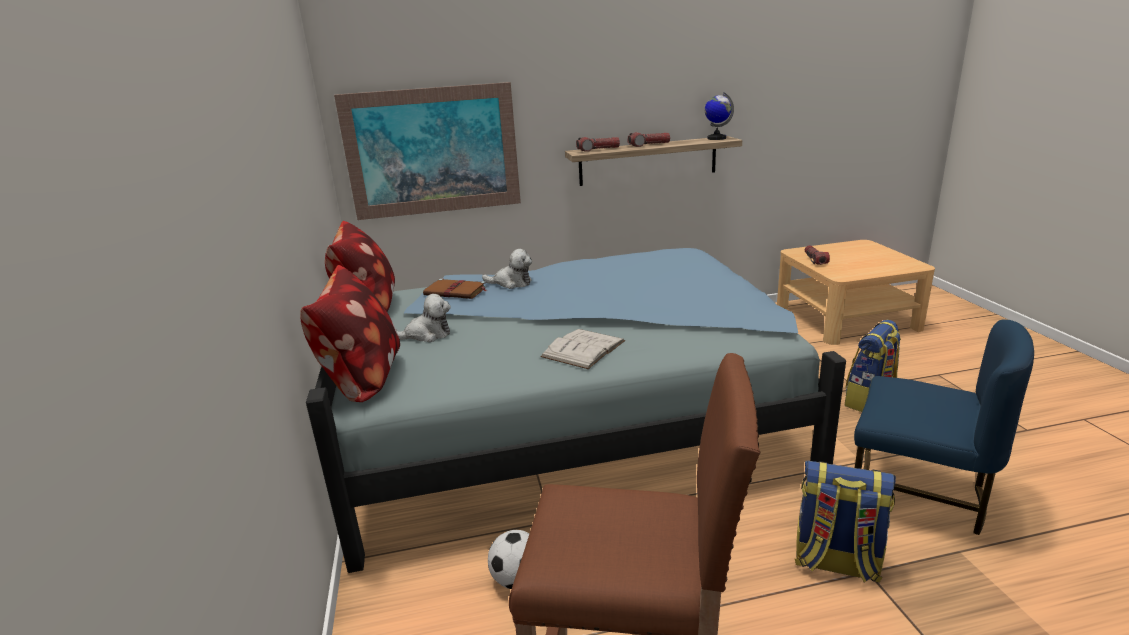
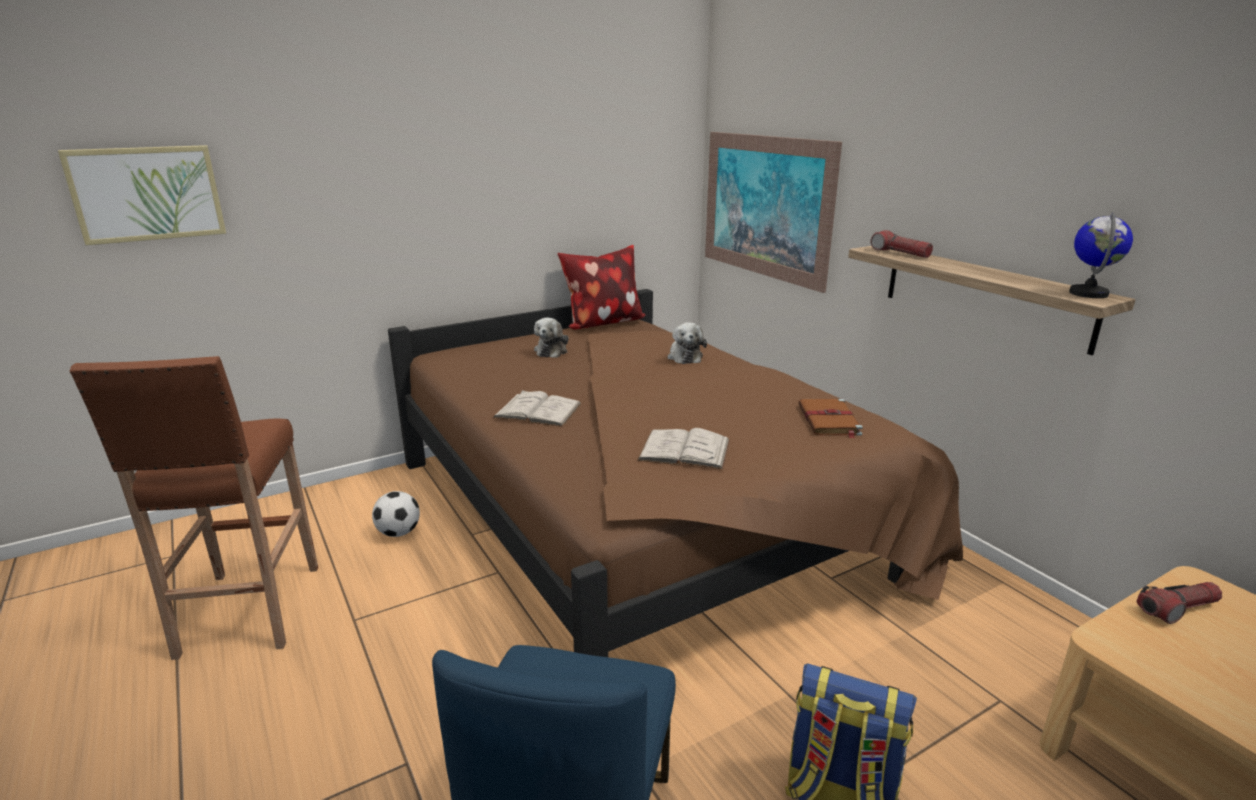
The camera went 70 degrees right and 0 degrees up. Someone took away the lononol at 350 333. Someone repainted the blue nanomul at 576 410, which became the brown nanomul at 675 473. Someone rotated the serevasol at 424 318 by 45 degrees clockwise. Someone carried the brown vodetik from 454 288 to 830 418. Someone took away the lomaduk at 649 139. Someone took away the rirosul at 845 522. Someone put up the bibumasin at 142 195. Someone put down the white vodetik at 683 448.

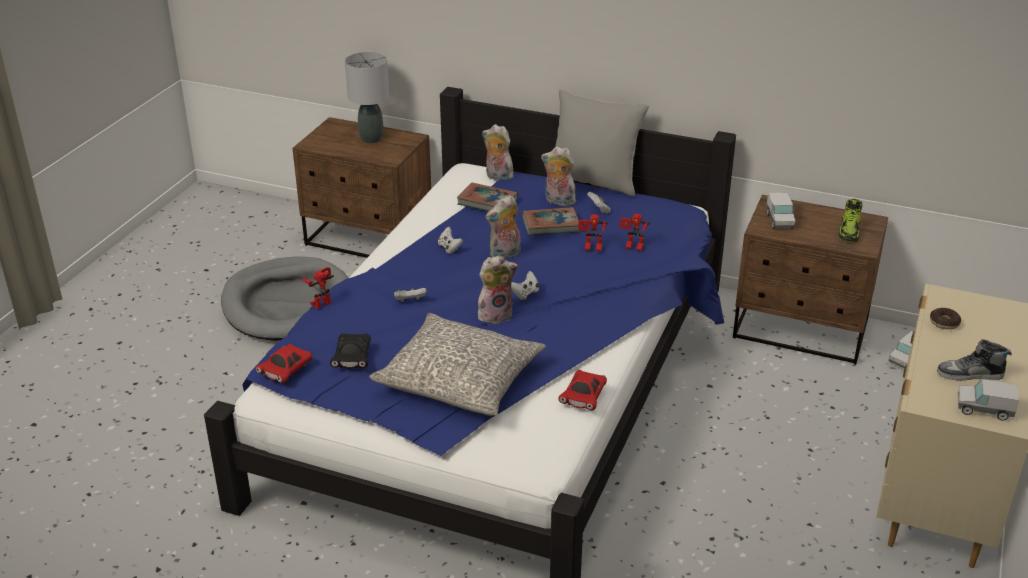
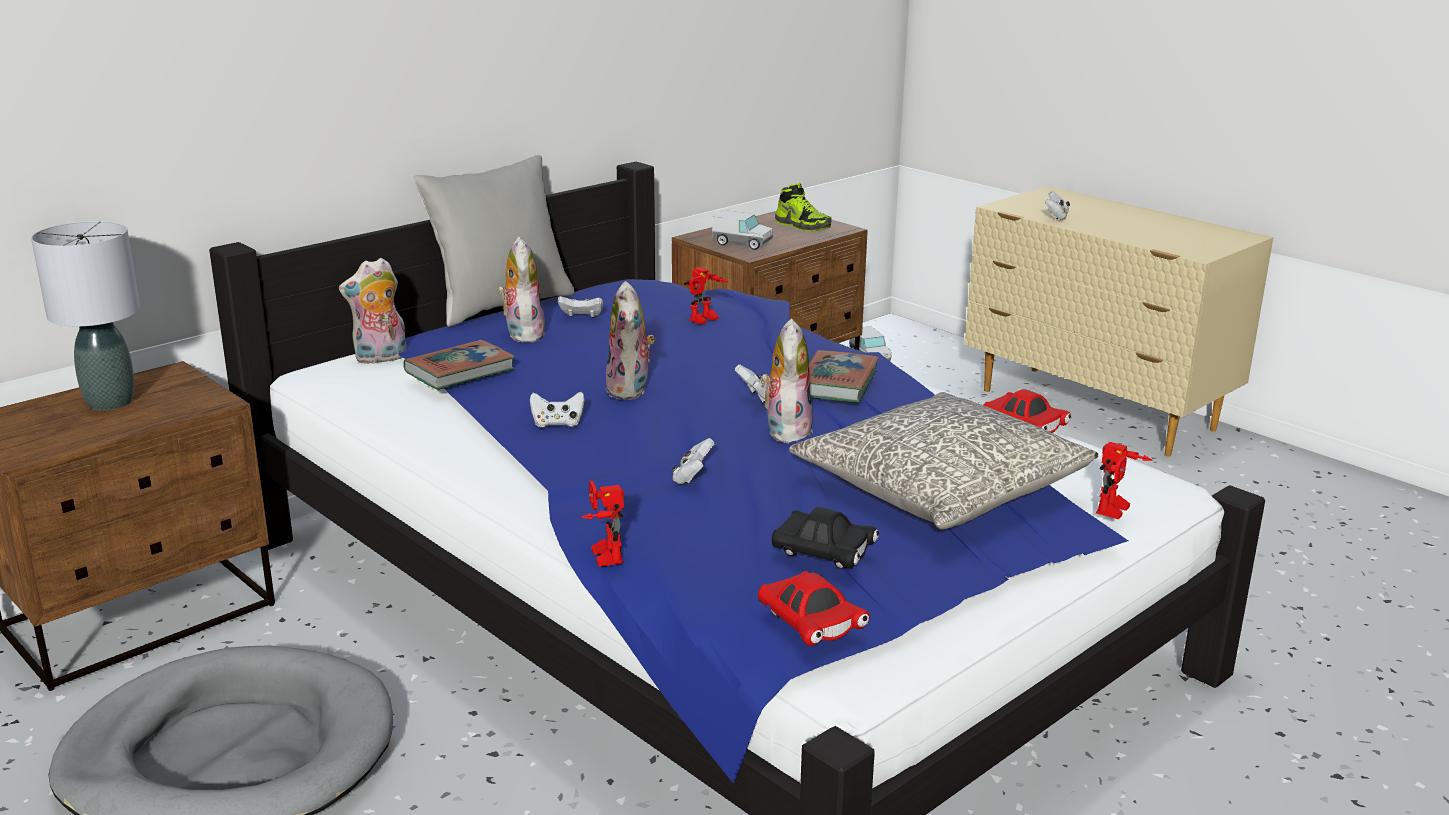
The camera went 65 degrees left and 10 degrees down. Someone carried the vodetik from 551 221 to 844 376. Someone rotated the serevasol at 558 176 by 120 degrees clockwise. Someone carried the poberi from 593 232 to 1124 481. Someone swapped the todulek at 945 318 for the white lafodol at 1057 205. Someone took away the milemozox at 974 360. Someone took away the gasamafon at 988 400.

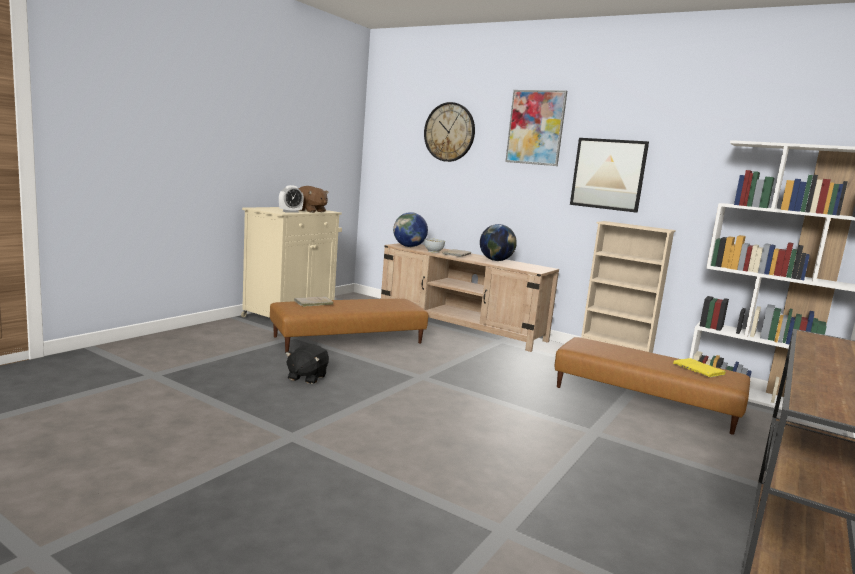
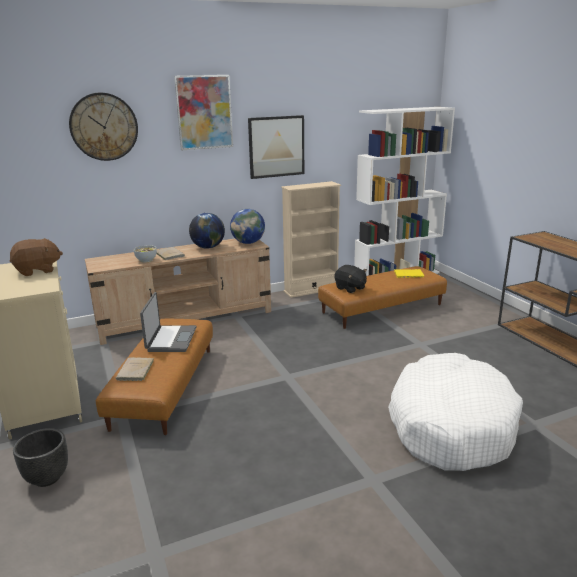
The camera went 55 degrees left and 10 degrees up. Someone took away the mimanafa at 291 199. Someone carried the black serevasol from 307 364 to 351 279. Someone carried the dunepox from 410 229 to 247 226. Someone put down the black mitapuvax at 40 457. Someone put down the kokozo at 168 322. Someone put down the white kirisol at 455 412.

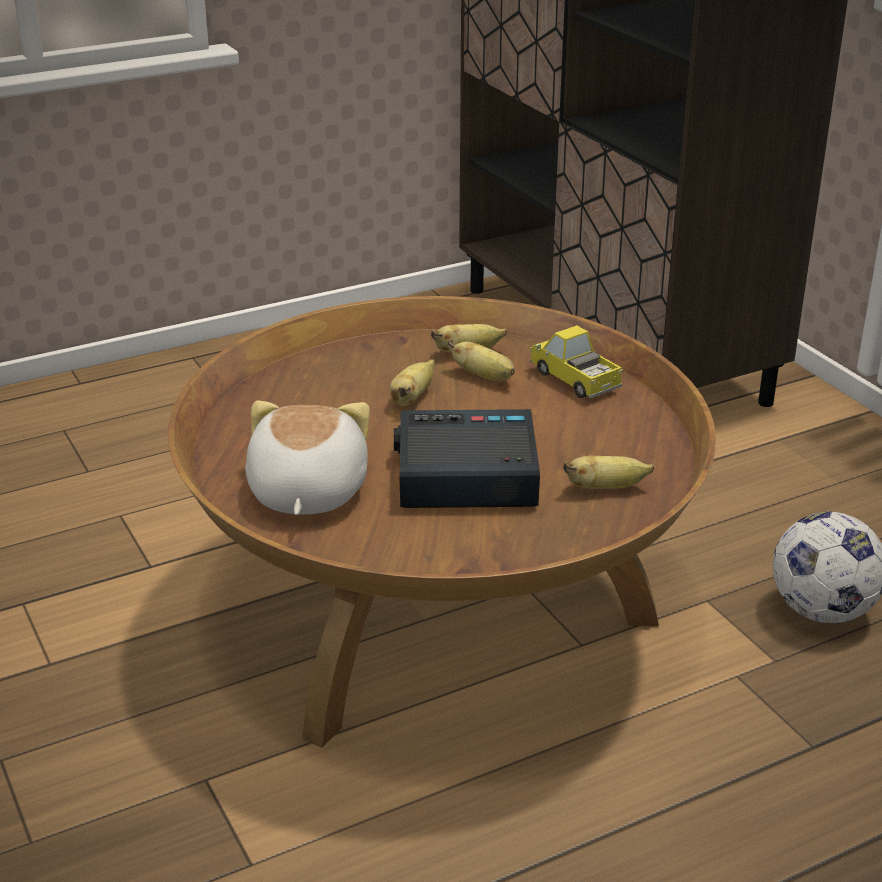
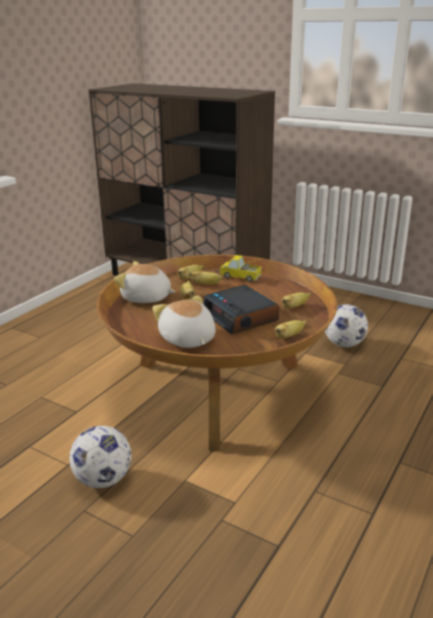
The camera went 30 degrees left and 5 degrees down. Someone rotated the mimanafa at 467 458 by 90 degrees counterclockwise. Someone put down the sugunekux at 100 457. Someone put down the serevasol at 144 282. Someone put down the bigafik at 291 329.

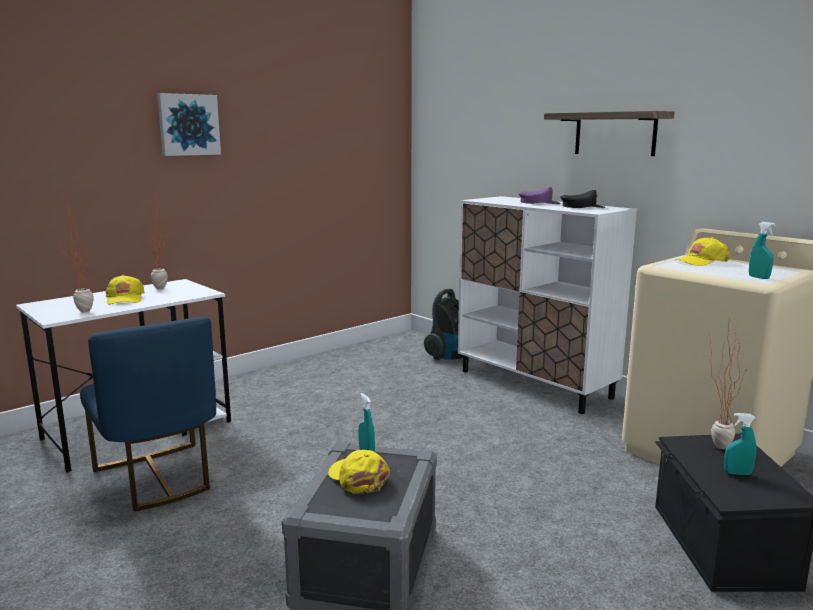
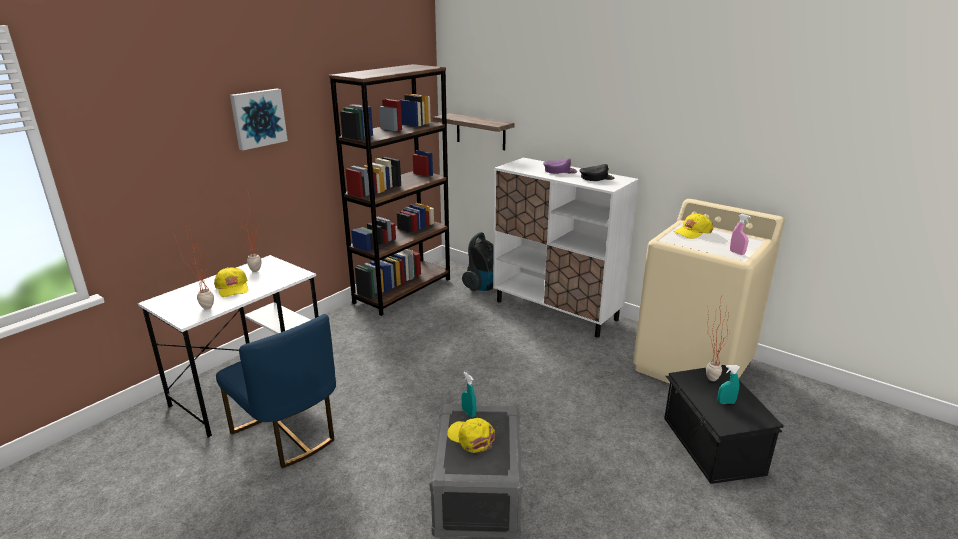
The camera went 10 degrees left and 10 degrees up. Someone carried the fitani from 609 133 to 474 131. Someone repainted the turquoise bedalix at 762 250, which became the pink bedalix at 740 234. Someone put down the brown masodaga at 389 190.

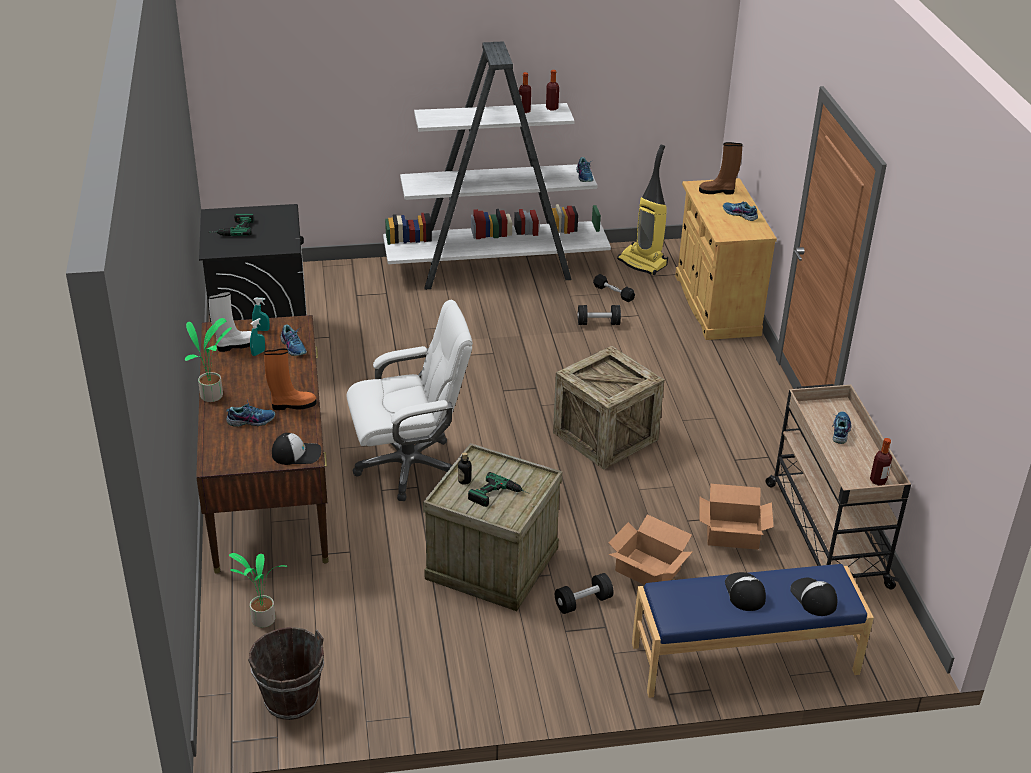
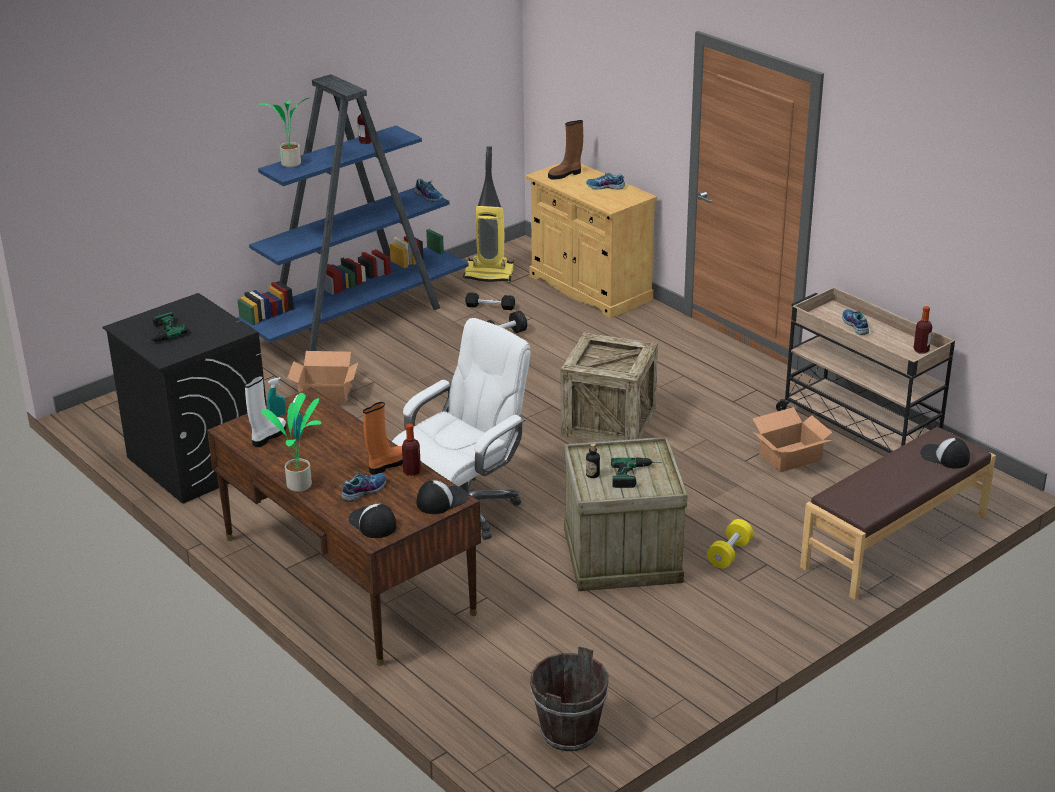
The camera went 30 degrees left and 5 degrees down. Someone carried the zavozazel from 258 590 to 284 132. Someone took away the milemozox at 293 340. Someone repainted the white masodaga at 497 165, which became the blue masodaga at 353 212. Someone carried the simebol from 552 90 to 411 450. Someone repainted the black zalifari at 584 593, which became the yellow zalifari at 730 543. Someone carried the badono from 650 549 to 323 377. Someone repainted the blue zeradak at 753 631, which became the brown zeradak at 898 513. Someone carried the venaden from 745 591 to 372 521.

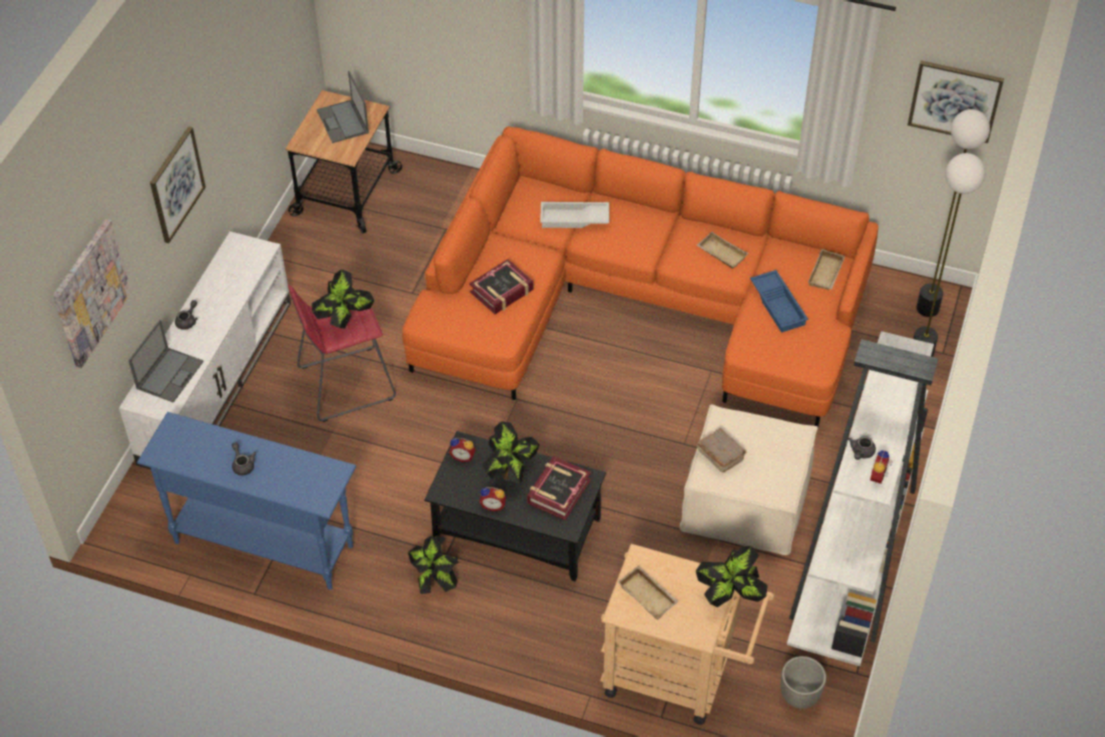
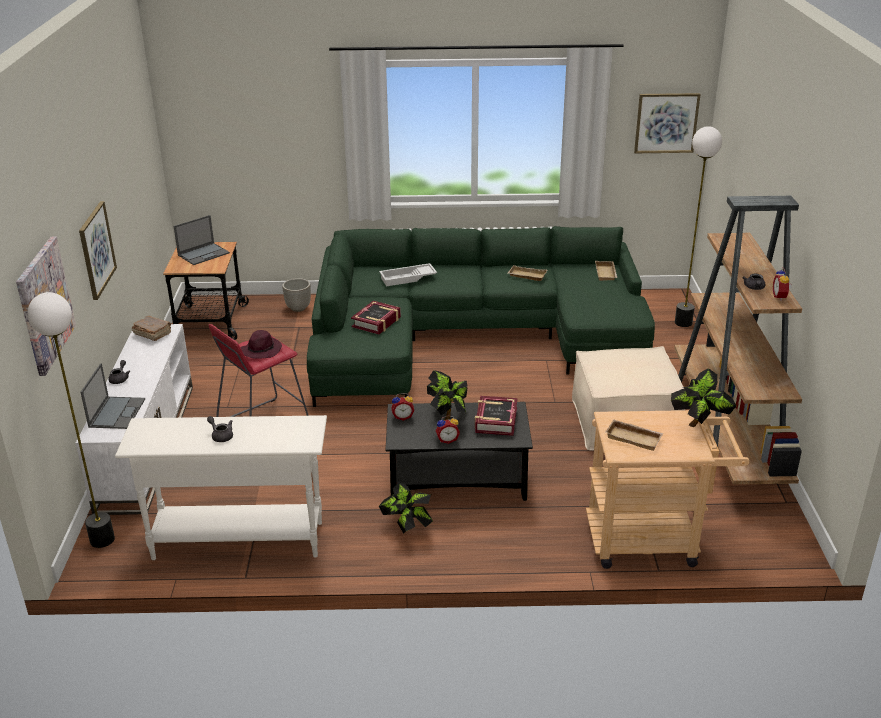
The camera went 20 degrees left and 20 degrees down. Someone repainted the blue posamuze at 246 501, which became the white posamuze at 221 487. Someone swapped the zavozazel at 343 299 for the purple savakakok at 261 344. Someone rotated the kokozo at 343 107 by 90 degrees counterclockwise. Someone repainted the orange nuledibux at 640 276, which became the green nuledibux at 481 316. Someone carried the brown vodetik from 722 450 to 152 328. Someone took away the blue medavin at 779 301. Someone carried the mitapuvax from 803 682 to 296 295. Someone repainted the white masodaga at 862 498, which became the brown masodaga at 738 340. Someone carried the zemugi from 953 213 to 71 420.

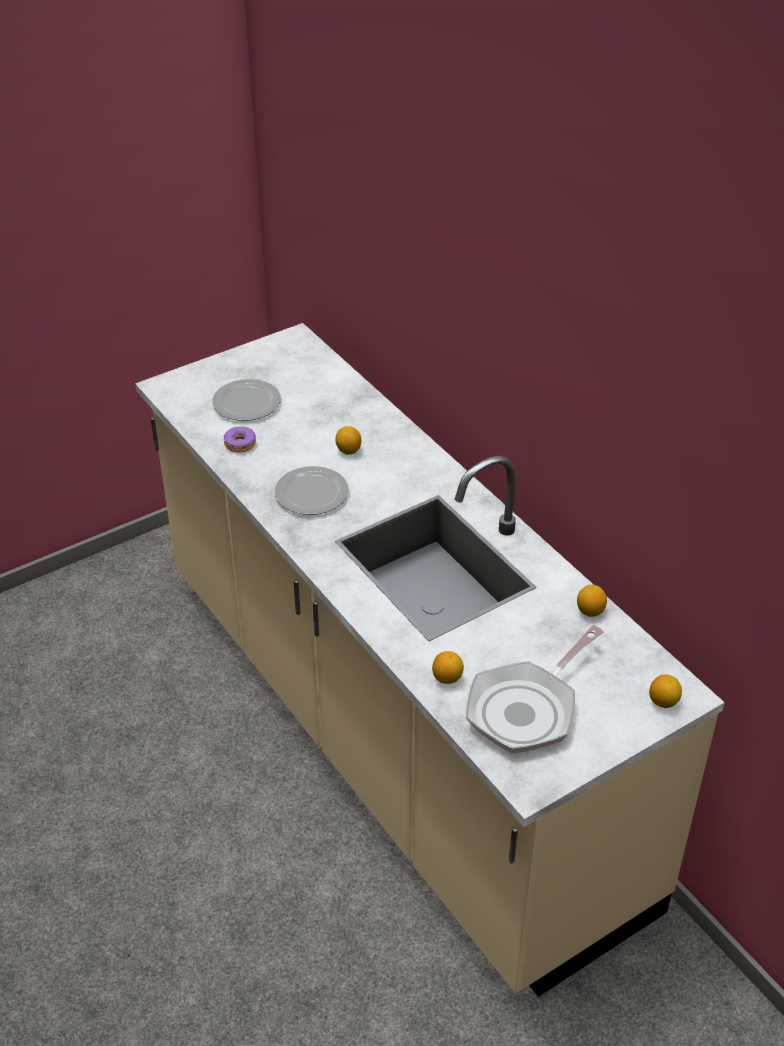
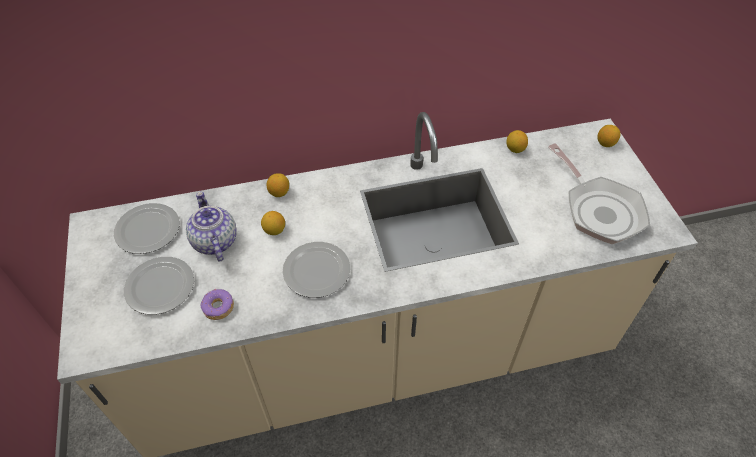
The camera went 70 degrees left and 10 degrees up. Someone carried the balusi from 448 667 to 278 185. Someone put down the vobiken at 146 228. Someone put down the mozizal at 211 226.

